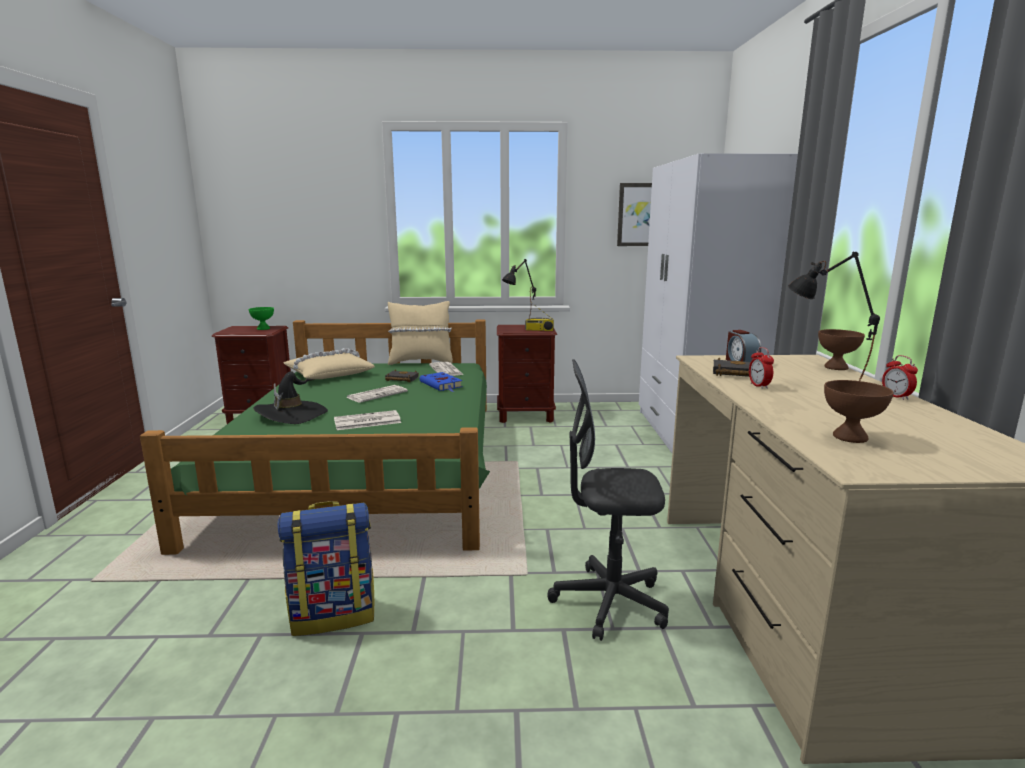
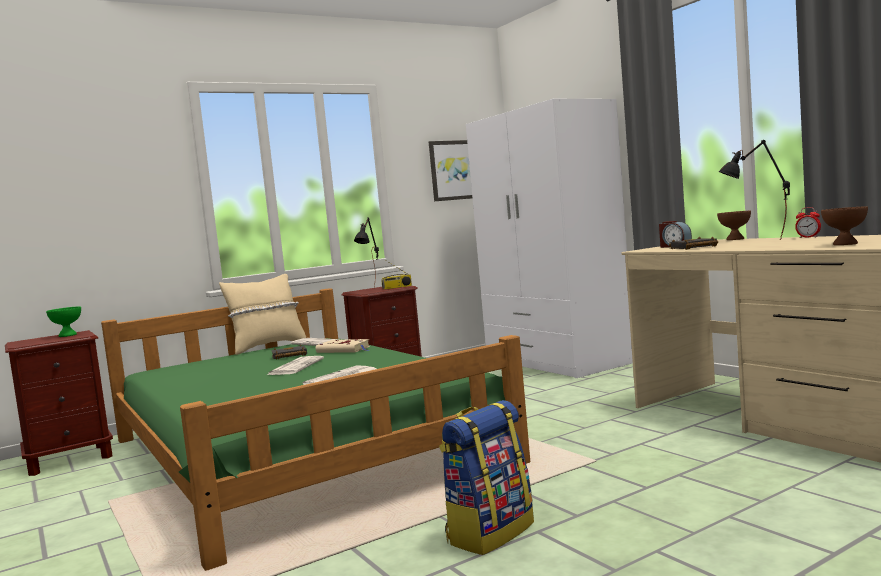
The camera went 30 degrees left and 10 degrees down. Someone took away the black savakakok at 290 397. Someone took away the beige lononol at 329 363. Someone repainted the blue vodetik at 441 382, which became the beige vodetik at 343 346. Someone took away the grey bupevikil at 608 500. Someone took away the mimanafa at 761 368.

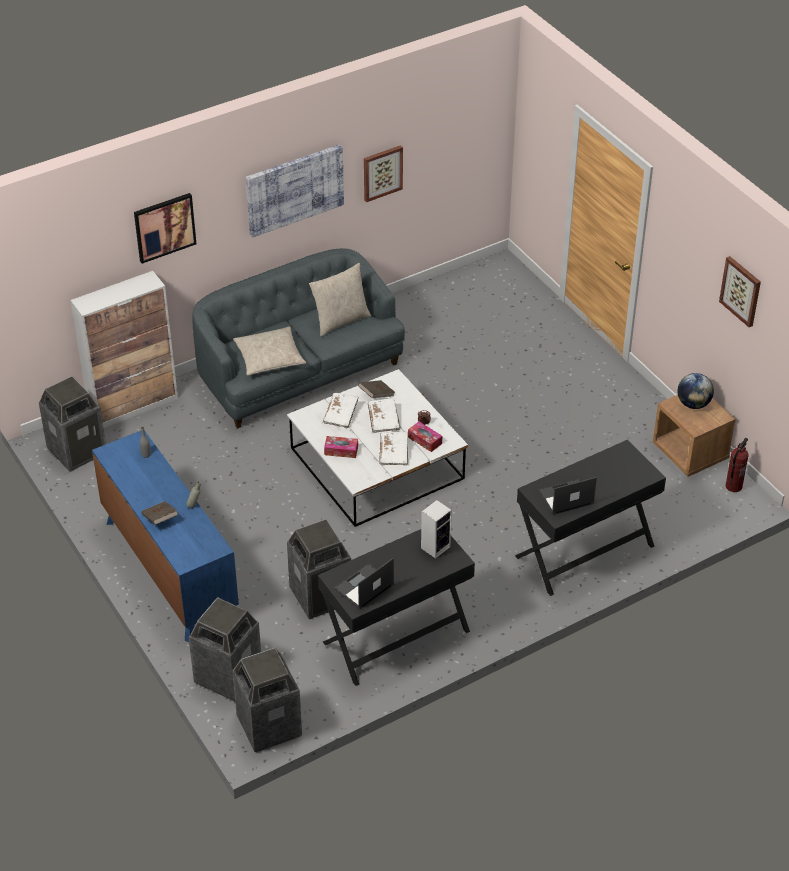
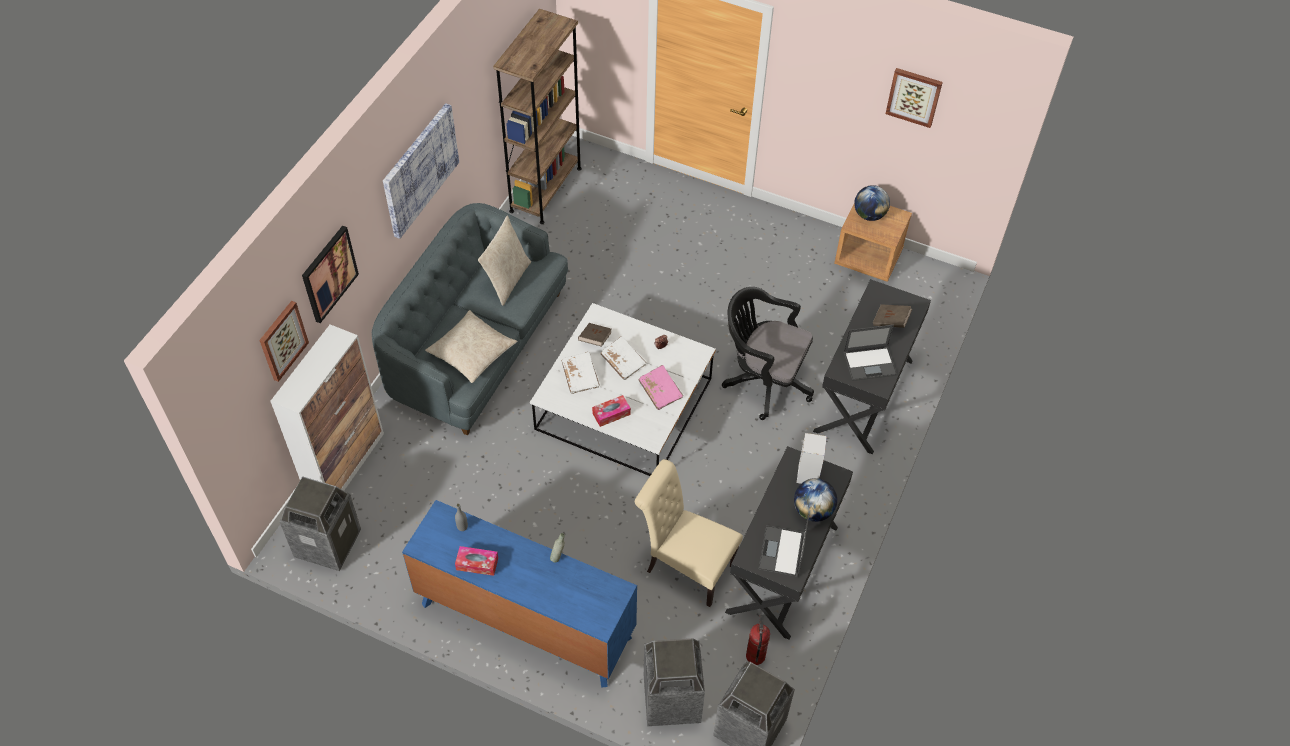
The camera went 35 degrees left and 10 degrees up. Someone carried the brown vodetik from 160 513 to 892 316. Someone swapped the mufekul at 319 569 for the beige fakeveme at 689 533. Someone carried the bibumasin from 383 173 to 284 341. Someone repainted the white vodetik at 393 448, which became the pink vodetik at 661 387. Someone carried the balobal from 425 437 to 476 561. Someone rotated the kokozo at 567 496 by 135 degrees counterclockwise. Someone carried the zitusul from 737 465 to 758 639. Someone put down the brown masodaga at 537 116. Someone put down the black bupevikil at 768 353. Someone put down the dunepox at 815 500.

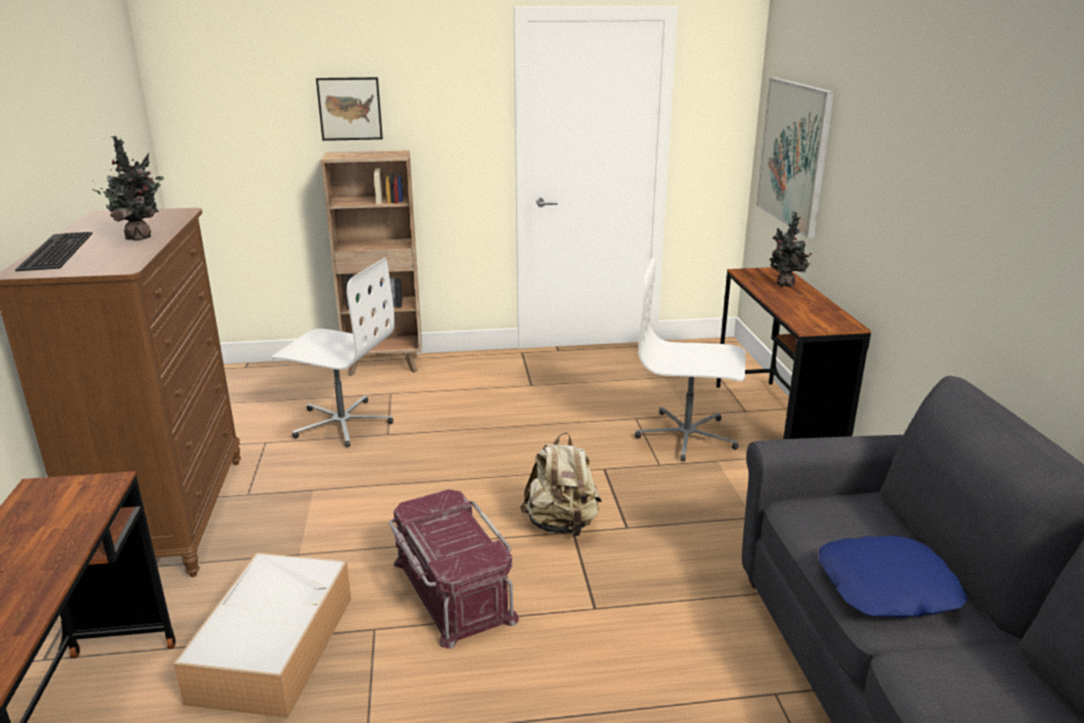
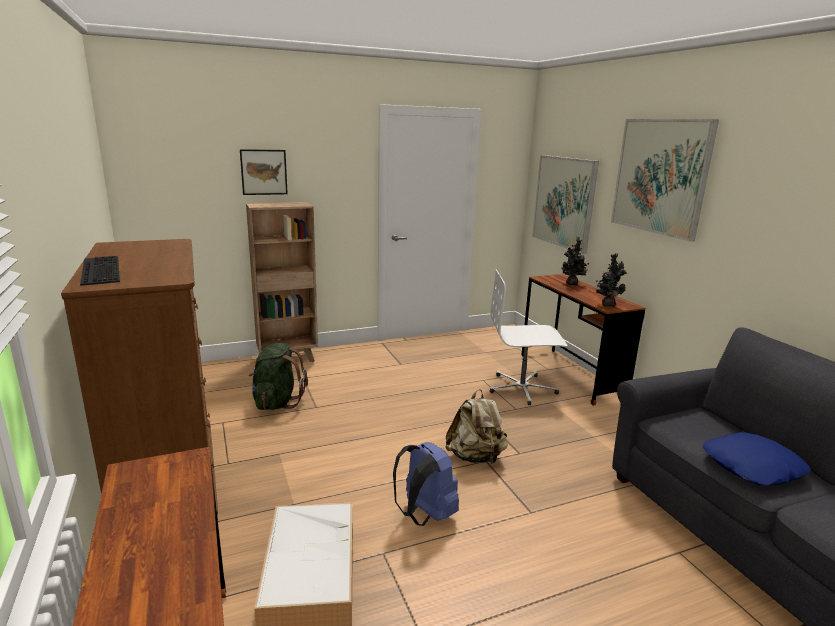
The camera went 15 degrees left and 5 degrees down. Someone carried the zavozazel from 128 188 to 611 280. Someone swapped the white bupevikil at 333 352 for the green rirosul at 278 376. Someone swapped the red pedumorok at 454 569 for the blue rirosul at 426 484. Someone put up the bibumasin at 665 180.

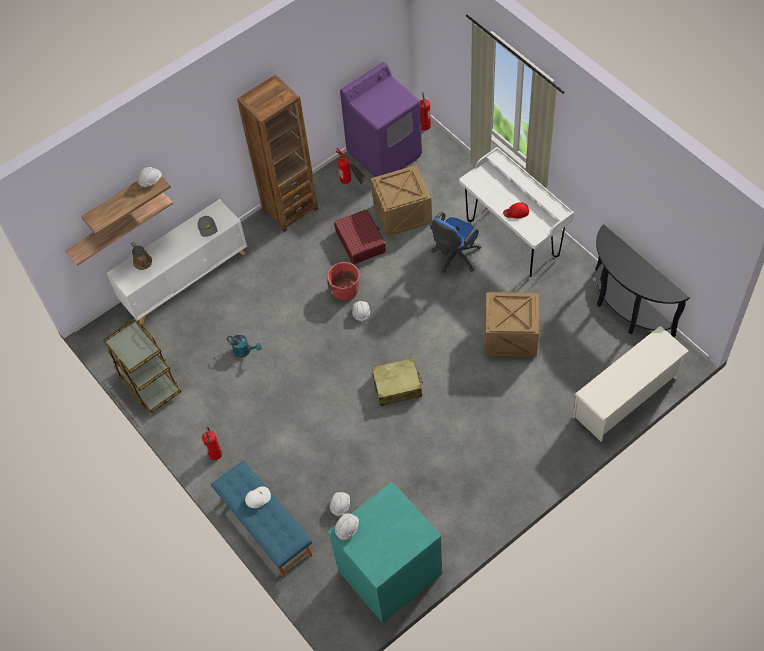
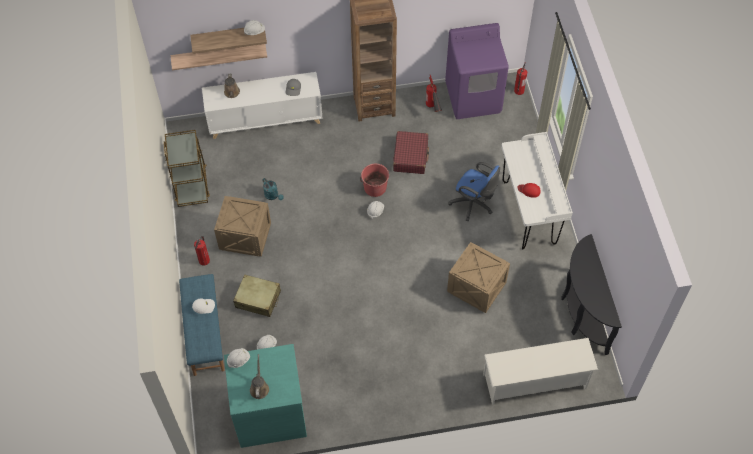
The camera went 25 degrees right and 0 degrees up. Someone carried the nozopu from 401 200 to 242 226. Someone carried the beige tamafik from 397 382 to 257 295. Someone rotated the blue bupevikil at 455 243 by 120 degrees counterclockwise. Someone put down the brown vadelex at 259 376.

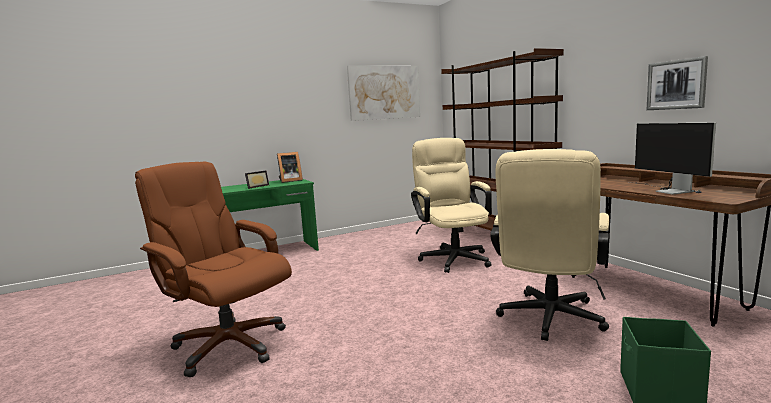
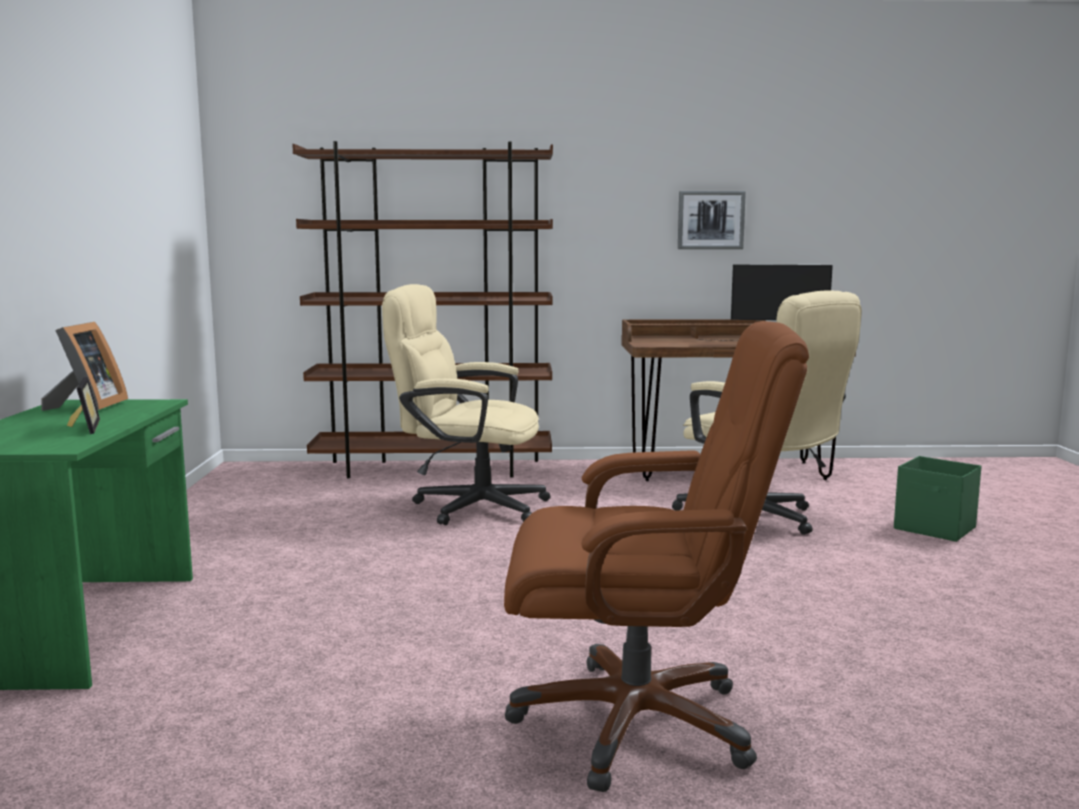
The camera went 65 degrees left and 0 degrees up. Someone rotated the brown bupevikil at 213 269 by 150 degrees counterclockwise. Someone took away the bibumasin at 383 93.

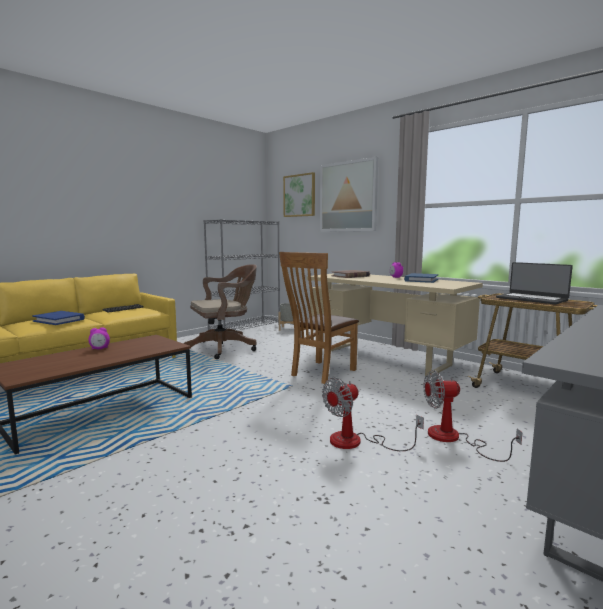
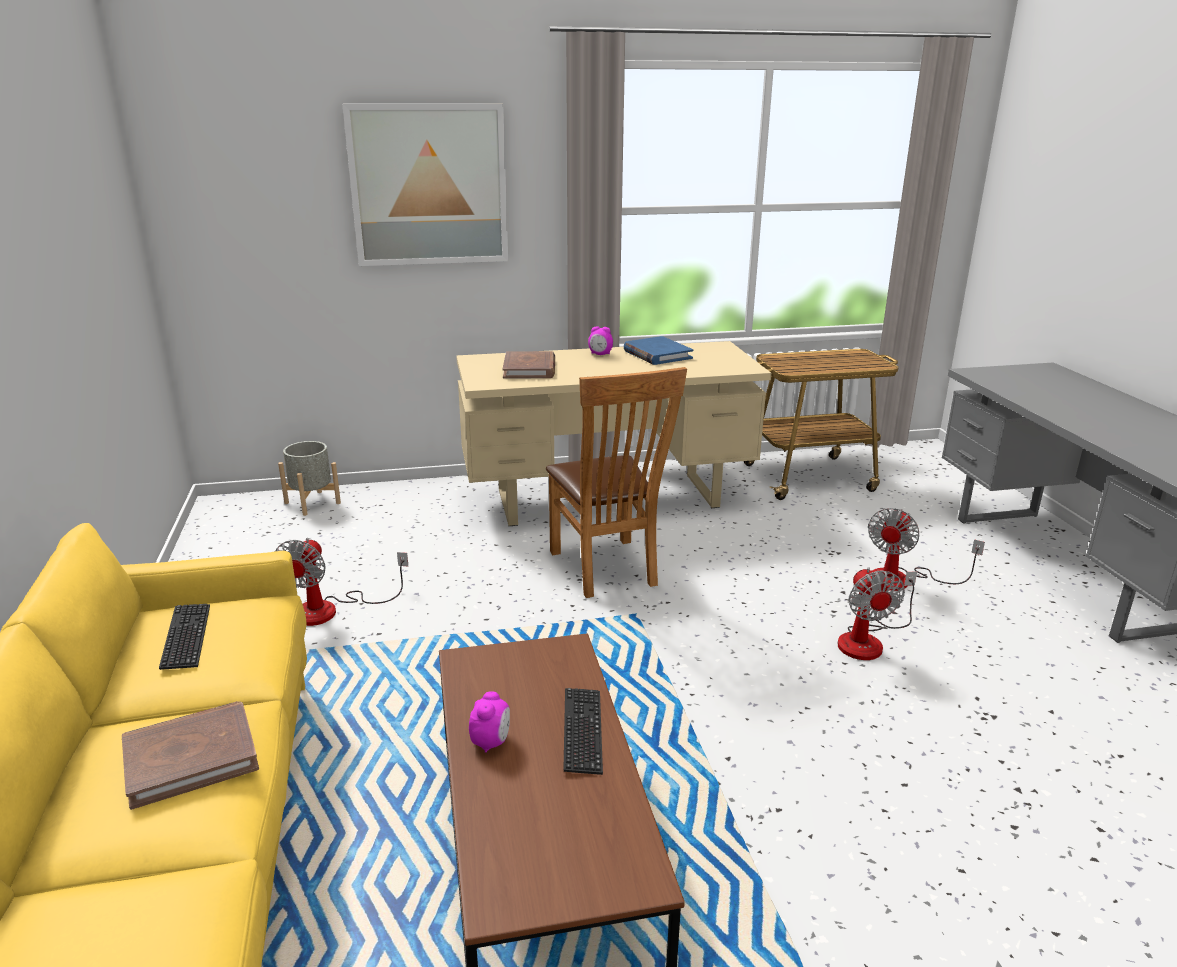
The camera went 55 degrees left and 15 degrees up. Someone repainted the blue vodetik at 58 318, which became the brown vodetik at 190 755. Someone swapped the brown bupevikil at 220 311 for the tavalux at 341 582. Someone took away the grey masodaga at 242 275. Someone took away the bibumasin at 299 194. Someone took away the kokozo at 534 283. Someone put down the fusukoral at 583 731.

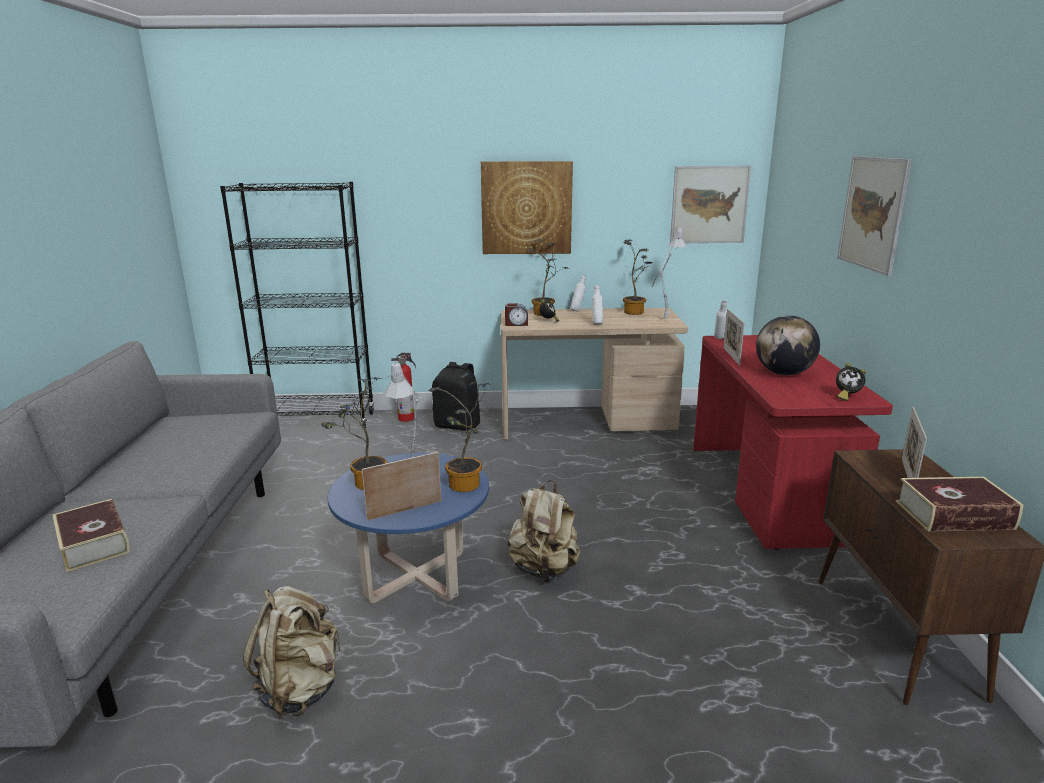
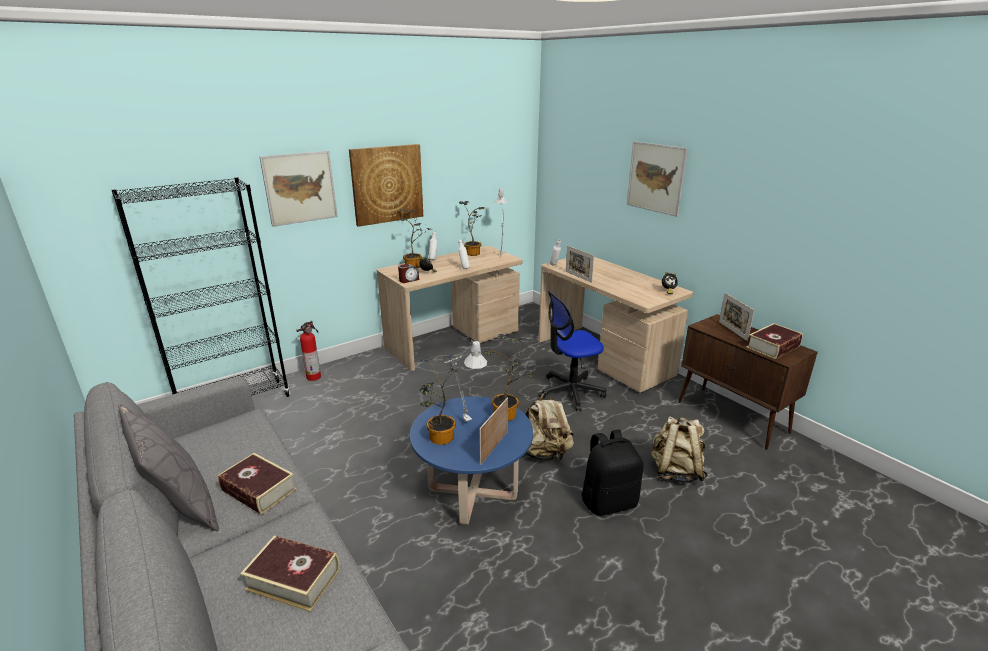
The camera went 35 degrees left and 5 degrees up. Someone carried the beige rirosul from 292 652 to 679 449. Someone carried the black rirosul from 456 396 to 612 473. Someone carried the bibumasin from 710 204 to 298 189. Someone repainted the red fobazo at 793 442, which became the beige fobazo at 616 324. Someone took away the dunepox at 788 345. Someone put down the grey lononol at 168 467. Someone put down the vodetik at 257 484. Someone put down the bupevikil at 572 351.

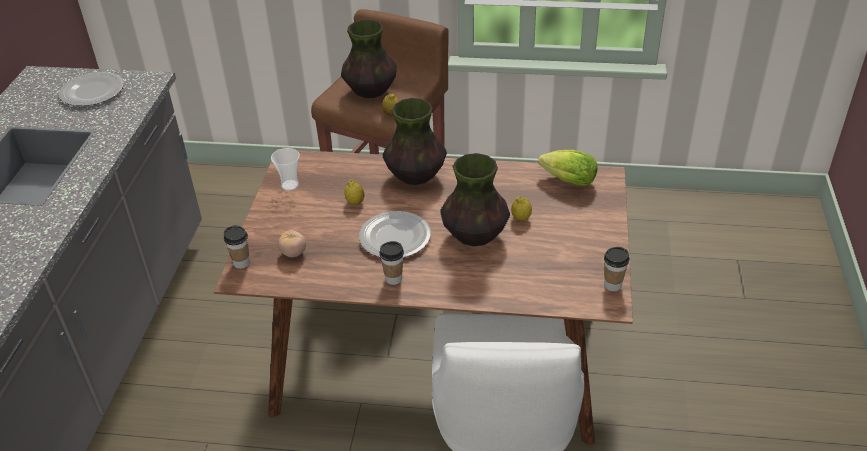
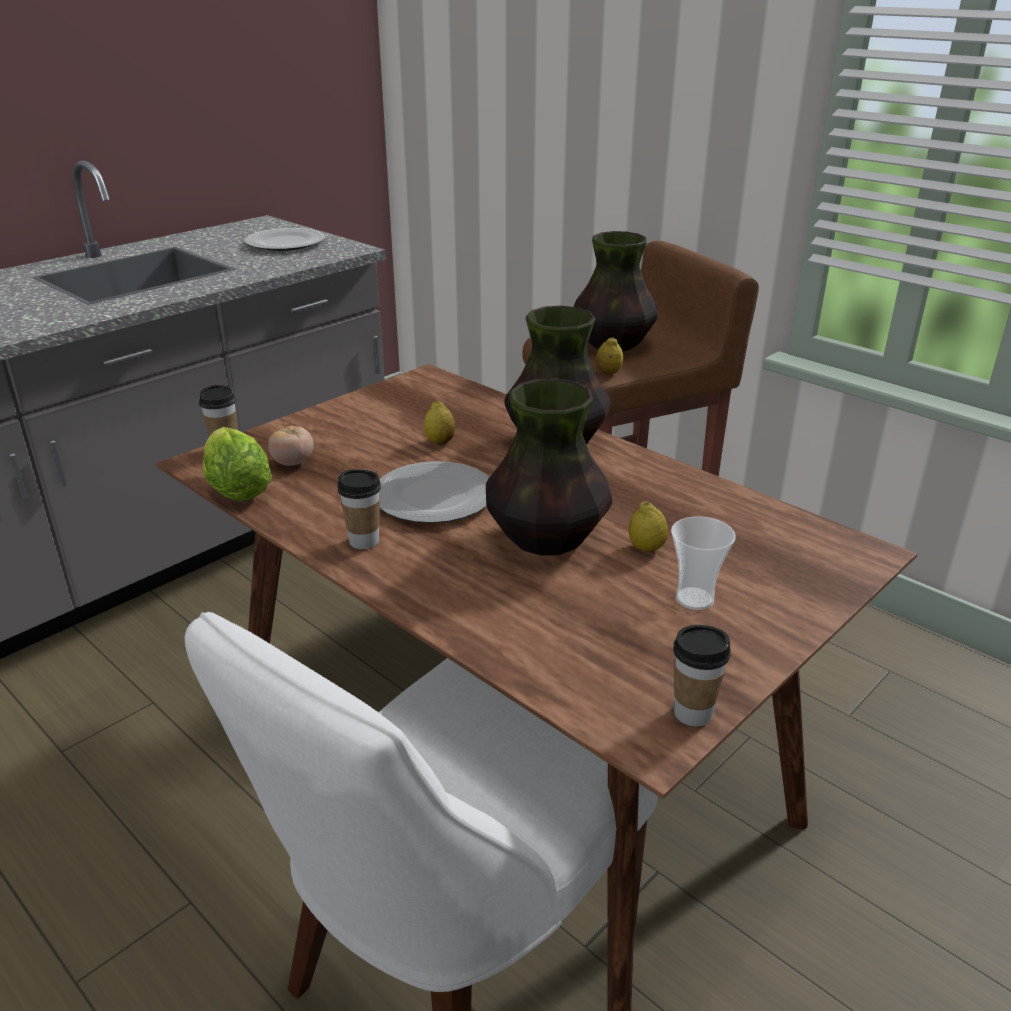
The camera went 35 degrees right and 10 degrees down. Someone carried the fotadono from 285 169 to 703 563. Someone carried the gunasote from 568 168 to 237 464.

